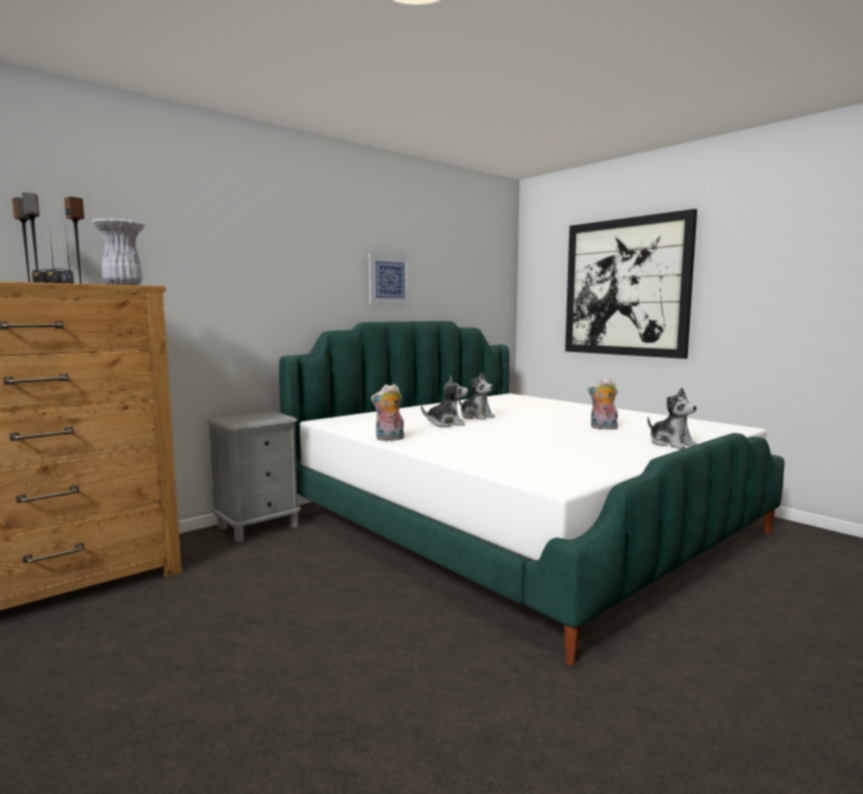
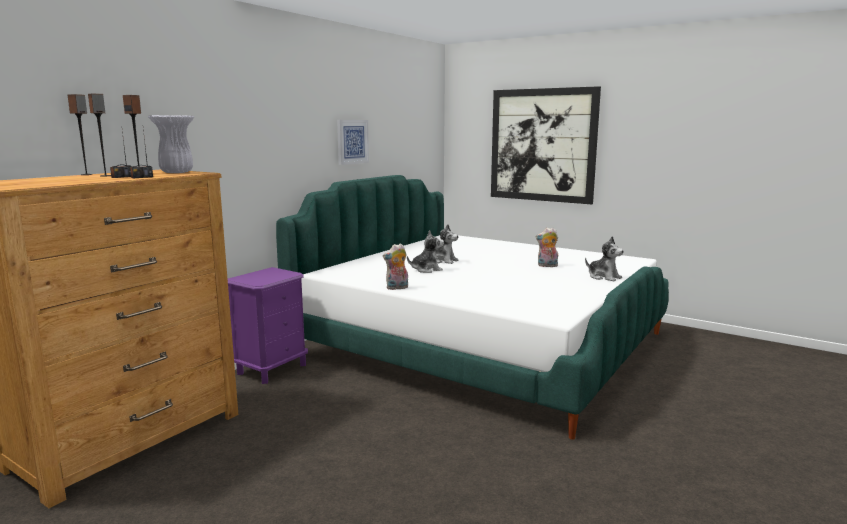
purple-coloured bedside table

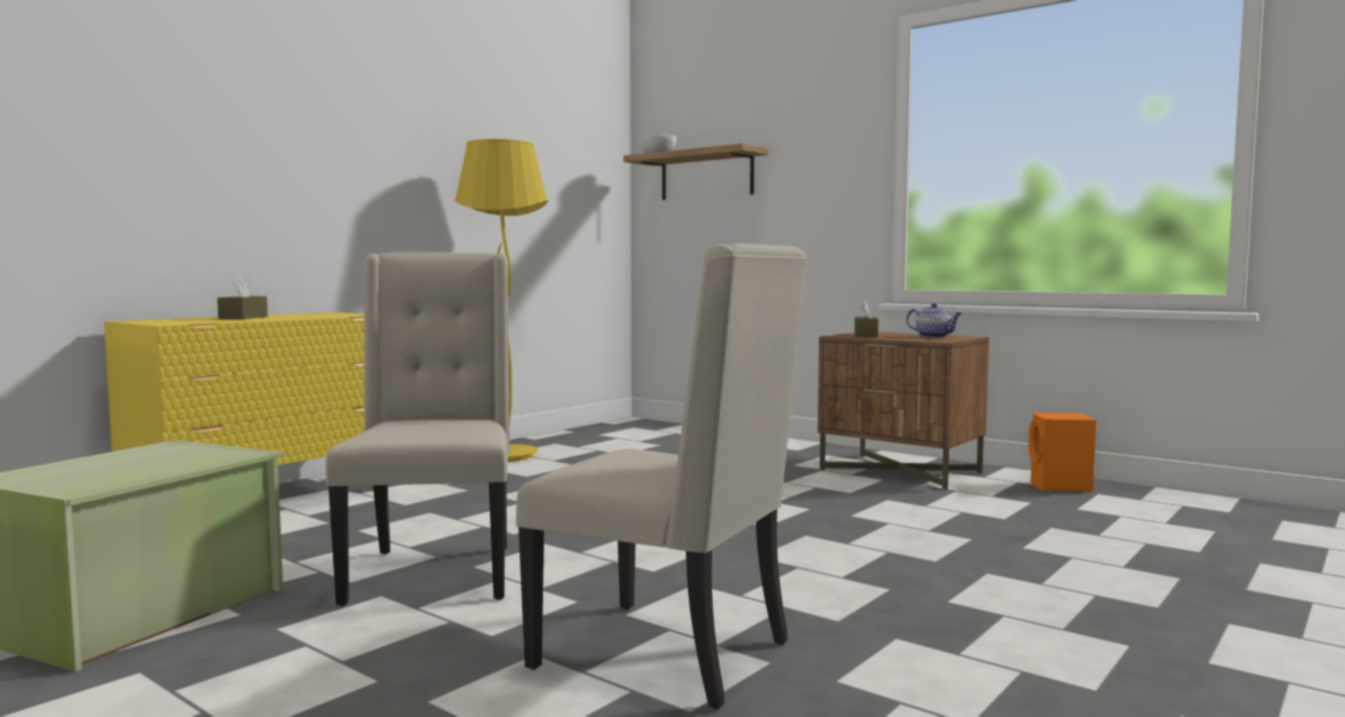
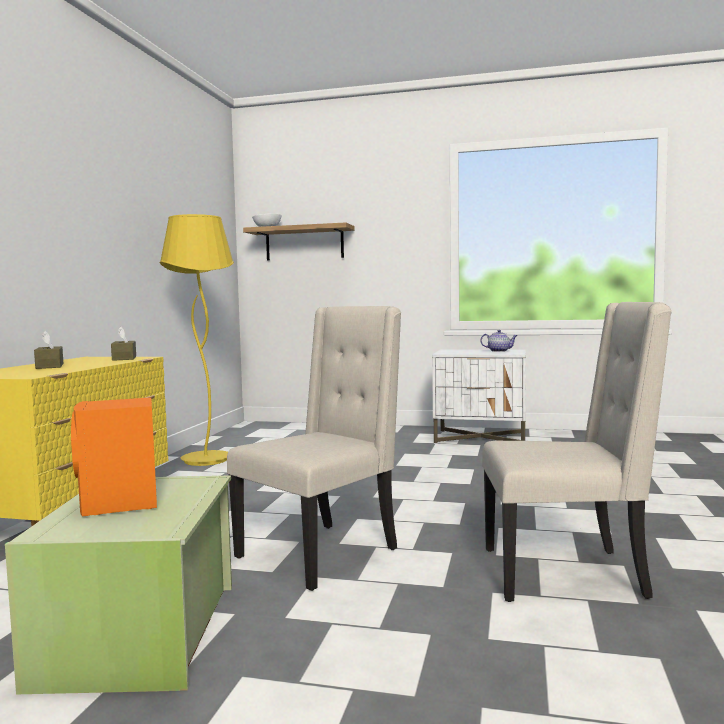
beige-coloured upright chair (1st from left); white-coloured bedside table; brownish box of tissues (2nd from left); orange-coloured loudspeaker

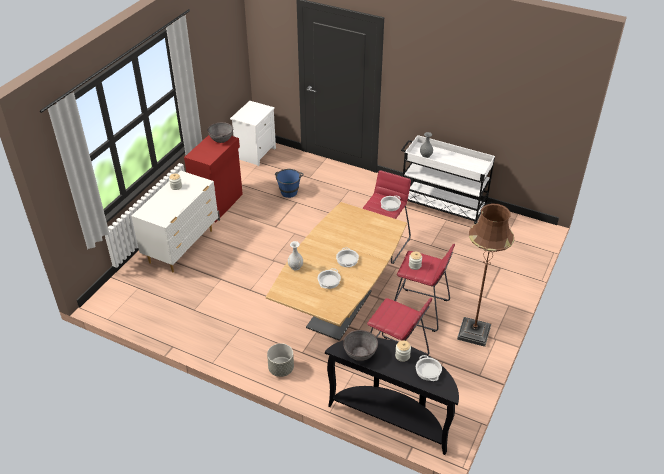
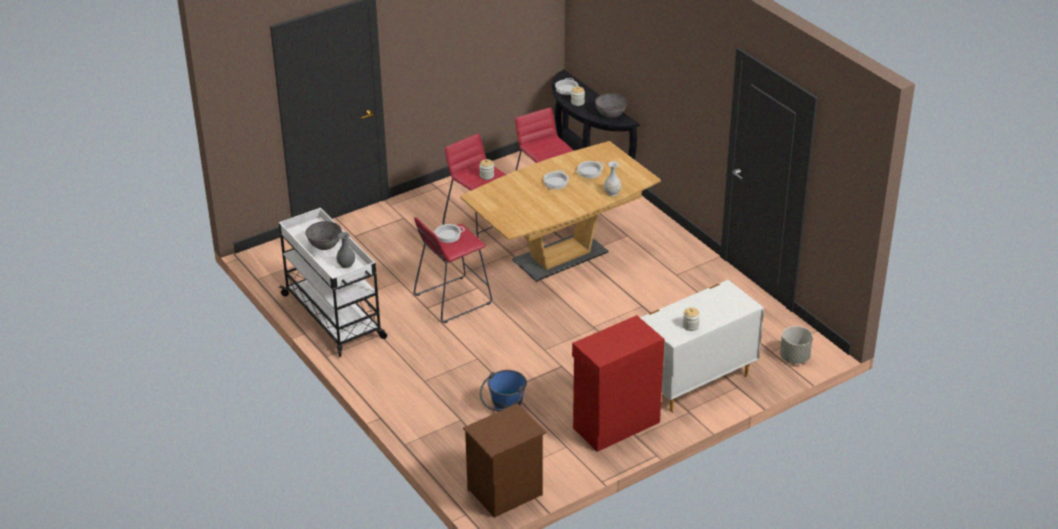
grey serving bowl (1st from left); brownish bedside table; grey flower pot; brownish standing lamp

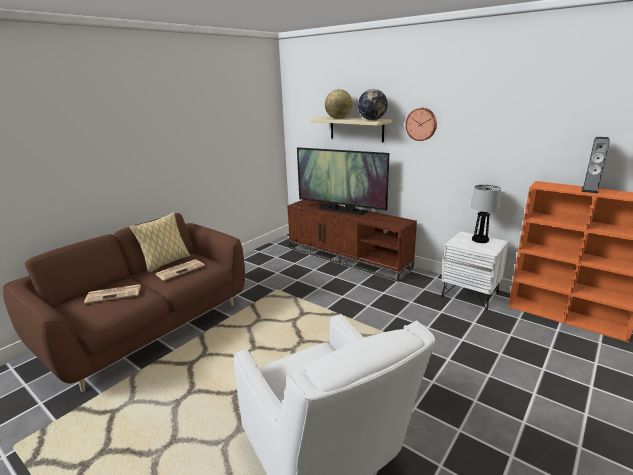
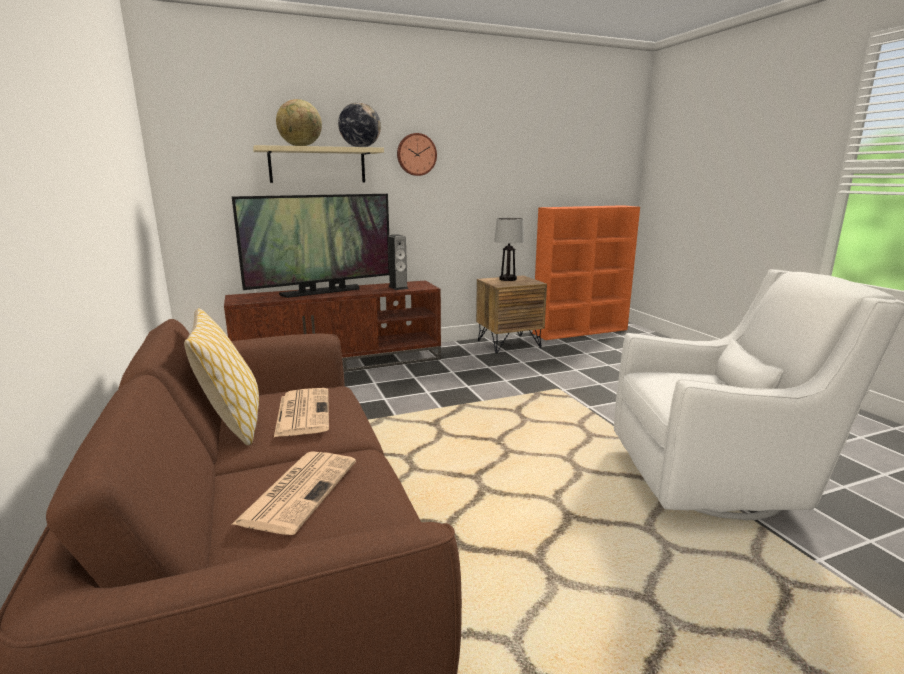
brownish bedside table; loudspeaker

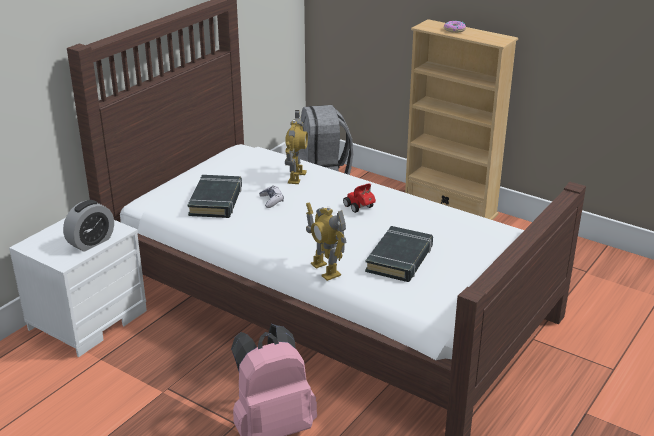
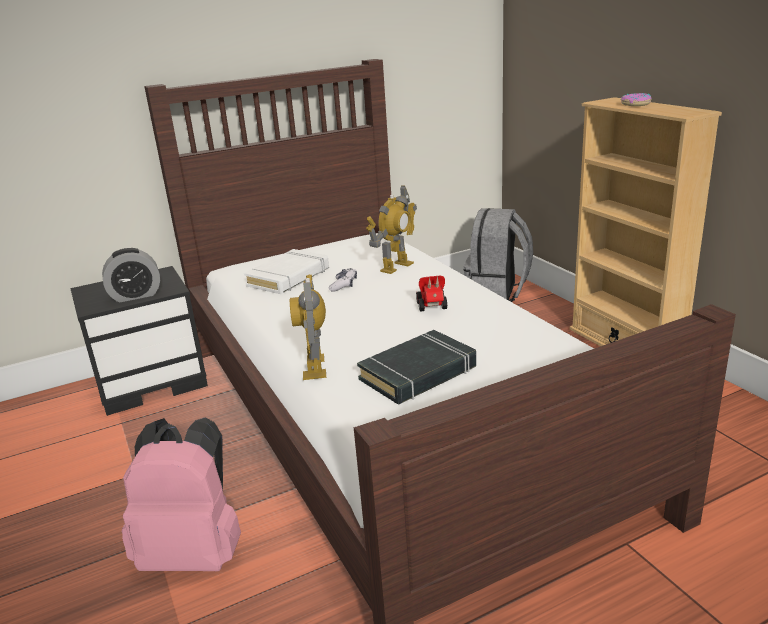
black-coloured bedside table; white-coloured book

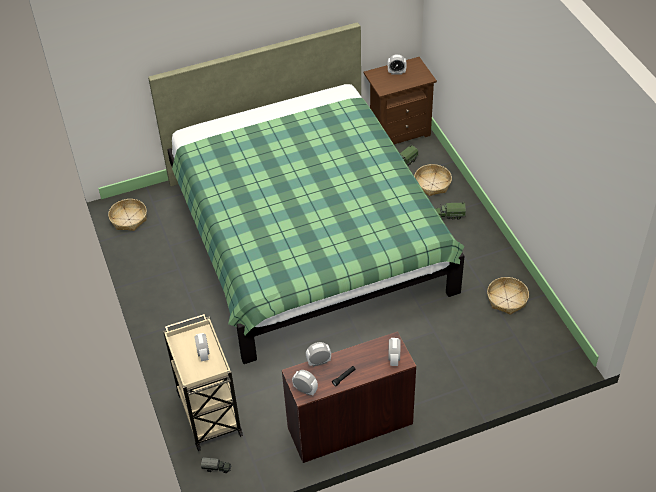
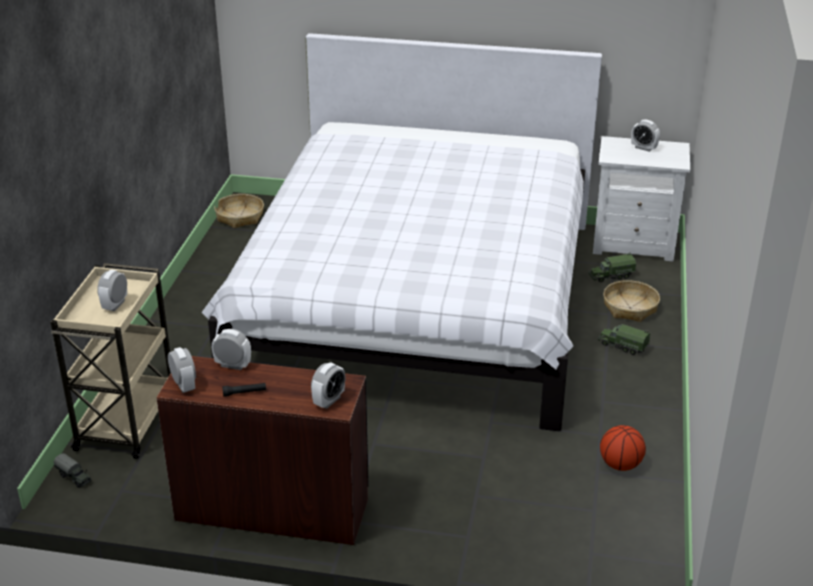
white-coloured sleeping bed; white-coloured bedside table; basketball

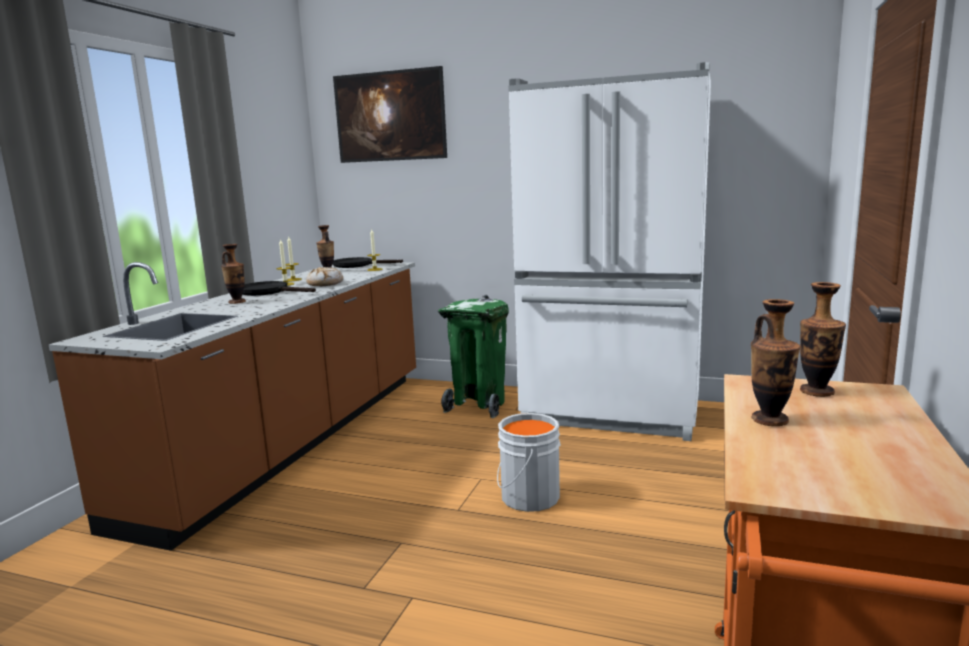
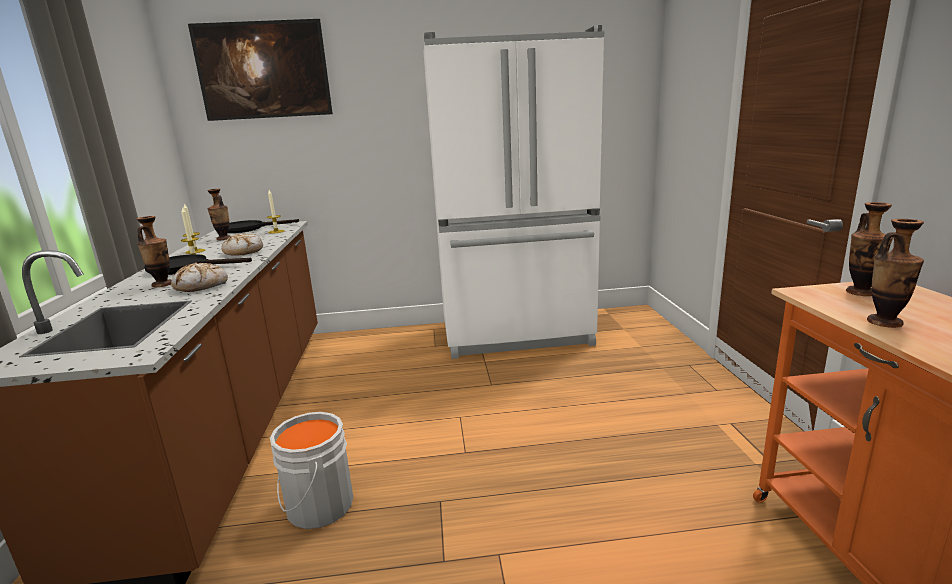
green trash can; grey bucket; bakery bread (1st from left)

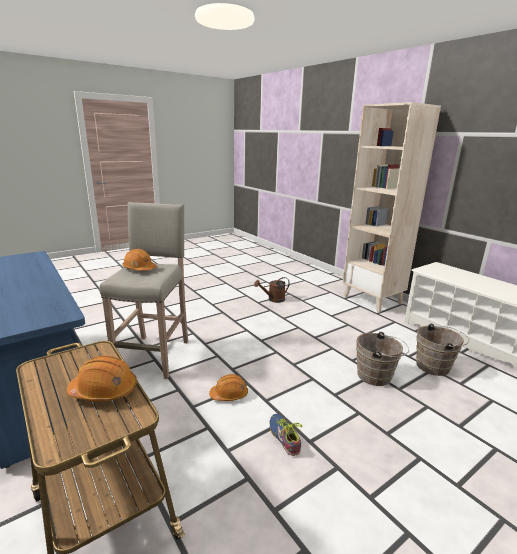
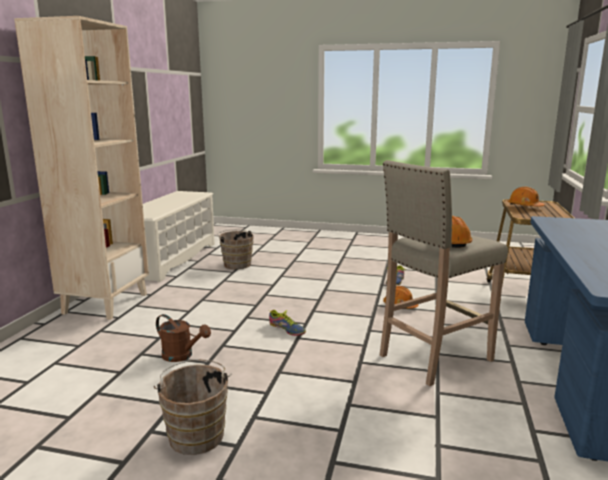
brownish bucket (1st from left); shoe (1st from left)

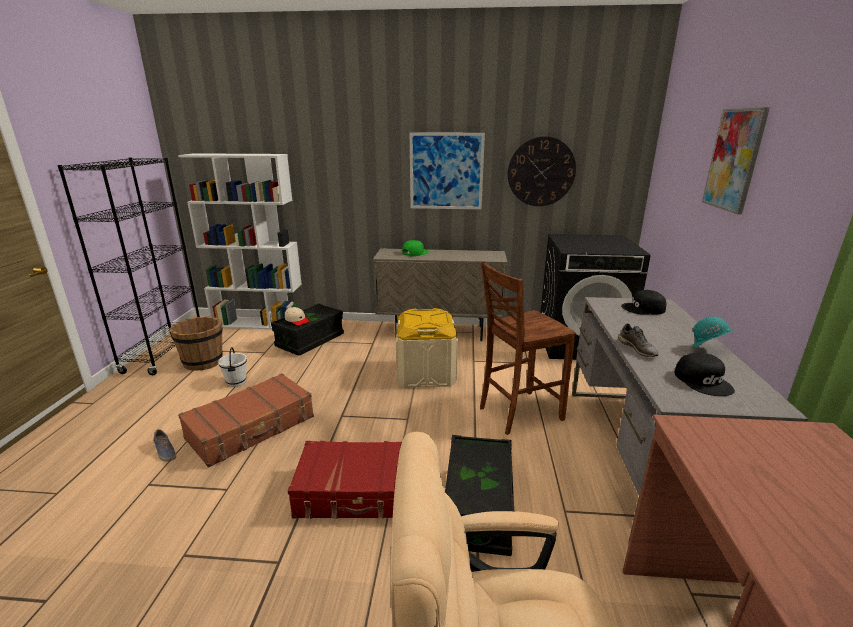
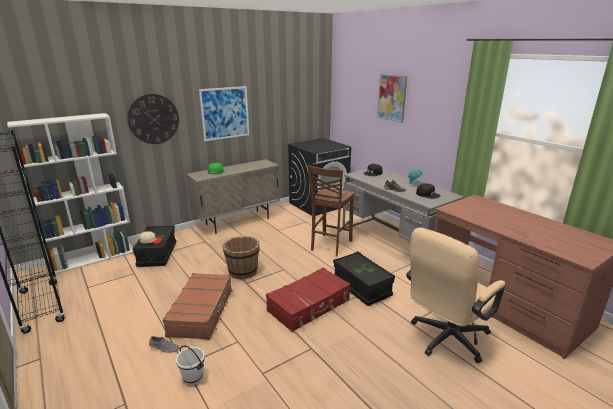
brownish bucket; white-coloured bucket; beige-coloured storage box; wall clock

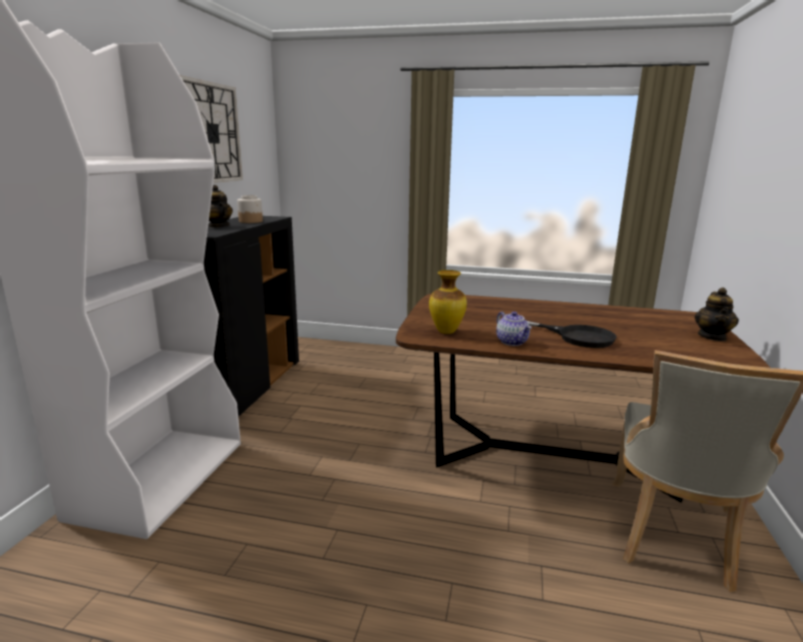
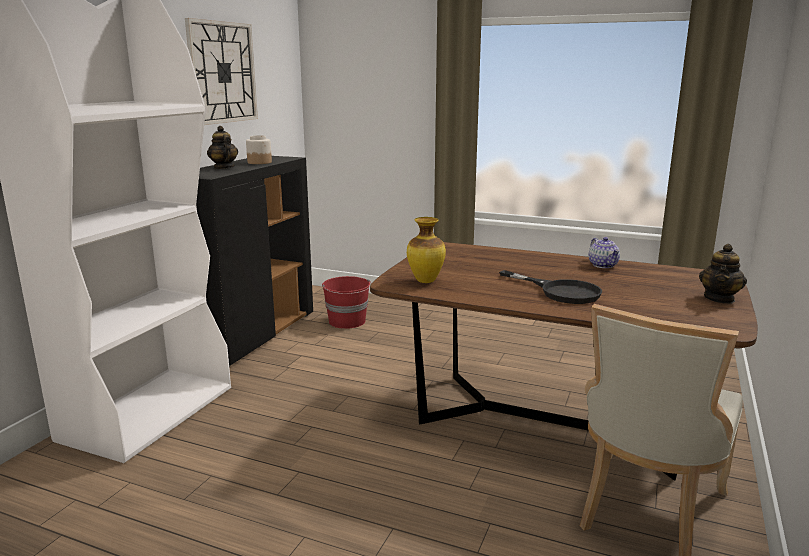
pot for tea (2nd from left); red bucket

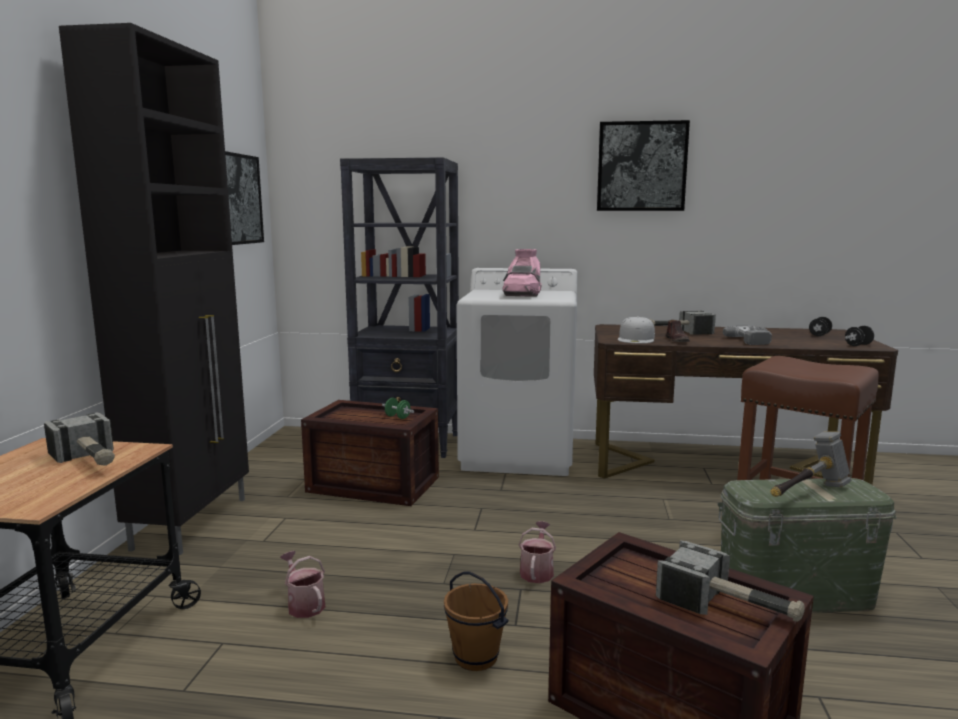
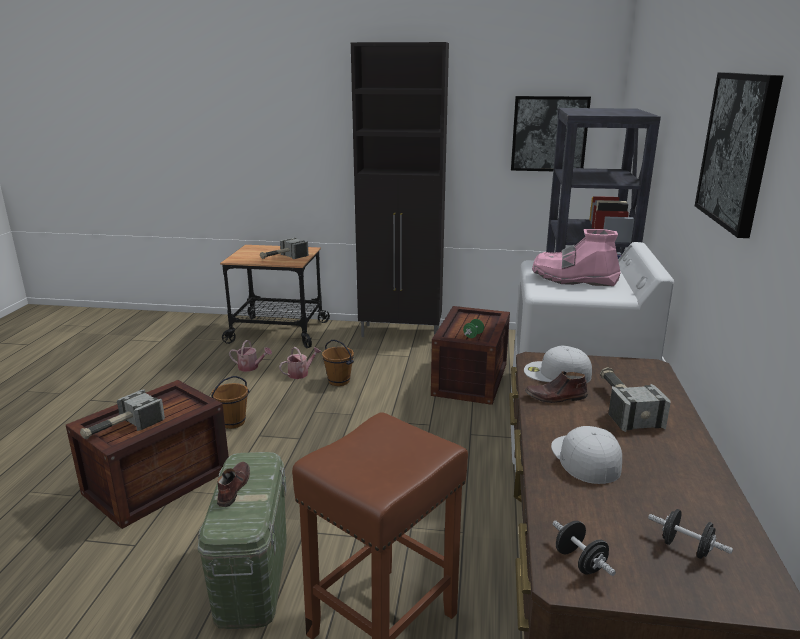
watering pot (1st from left); white-coloured baseball cap (2nd from left); brownish shoe (1st from left); brownish bucket (2nd from left)

